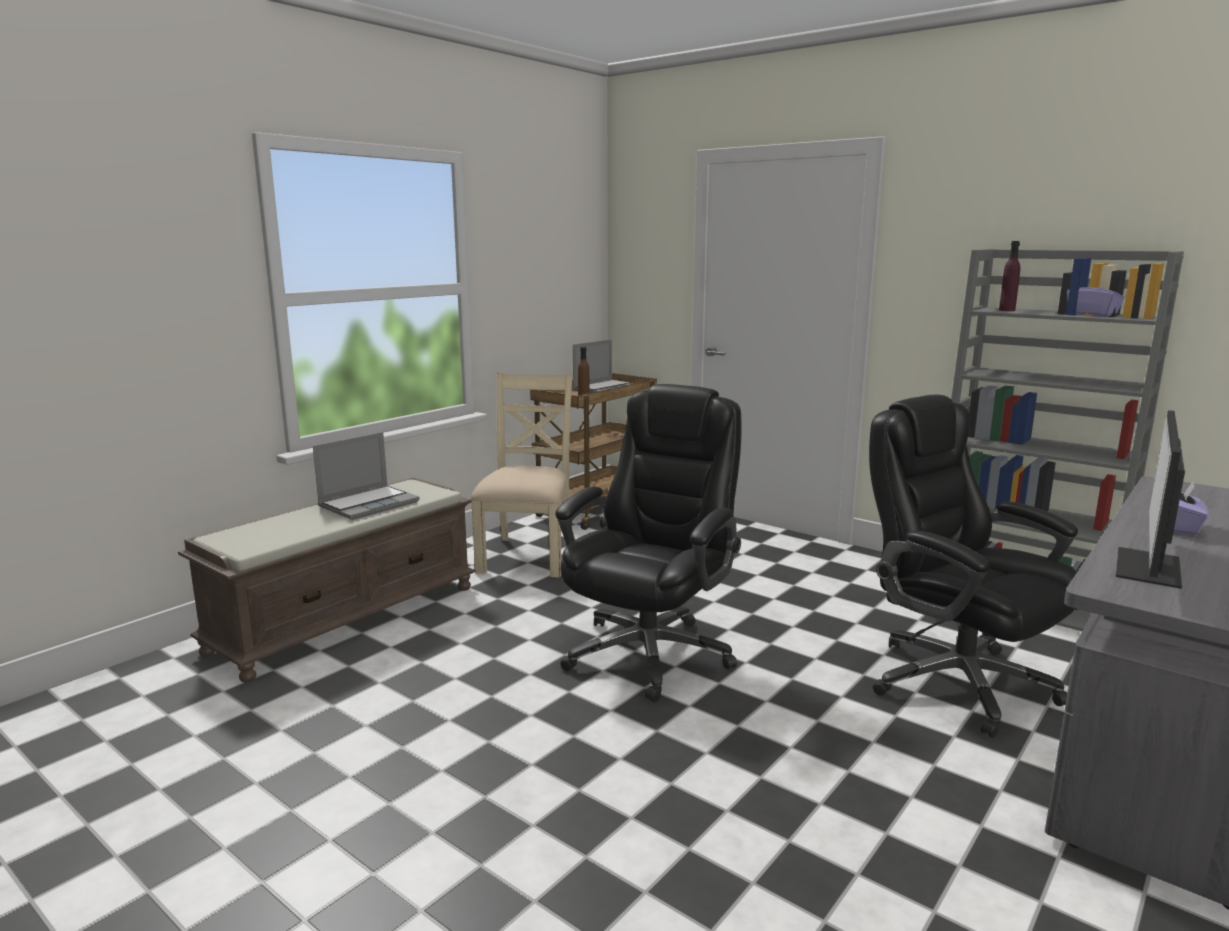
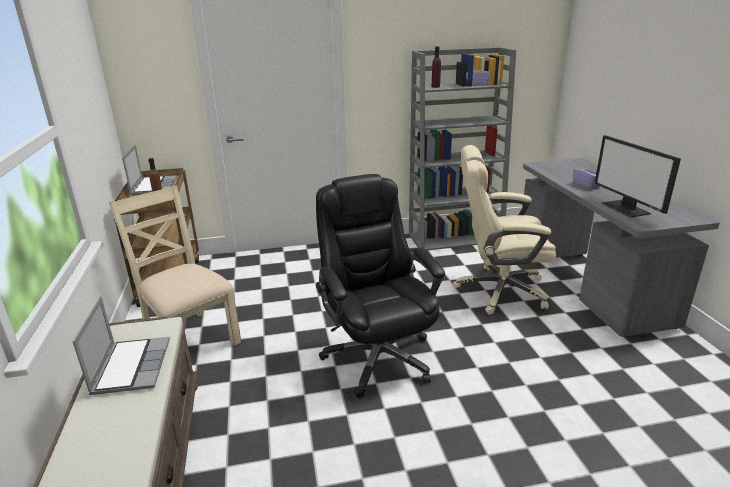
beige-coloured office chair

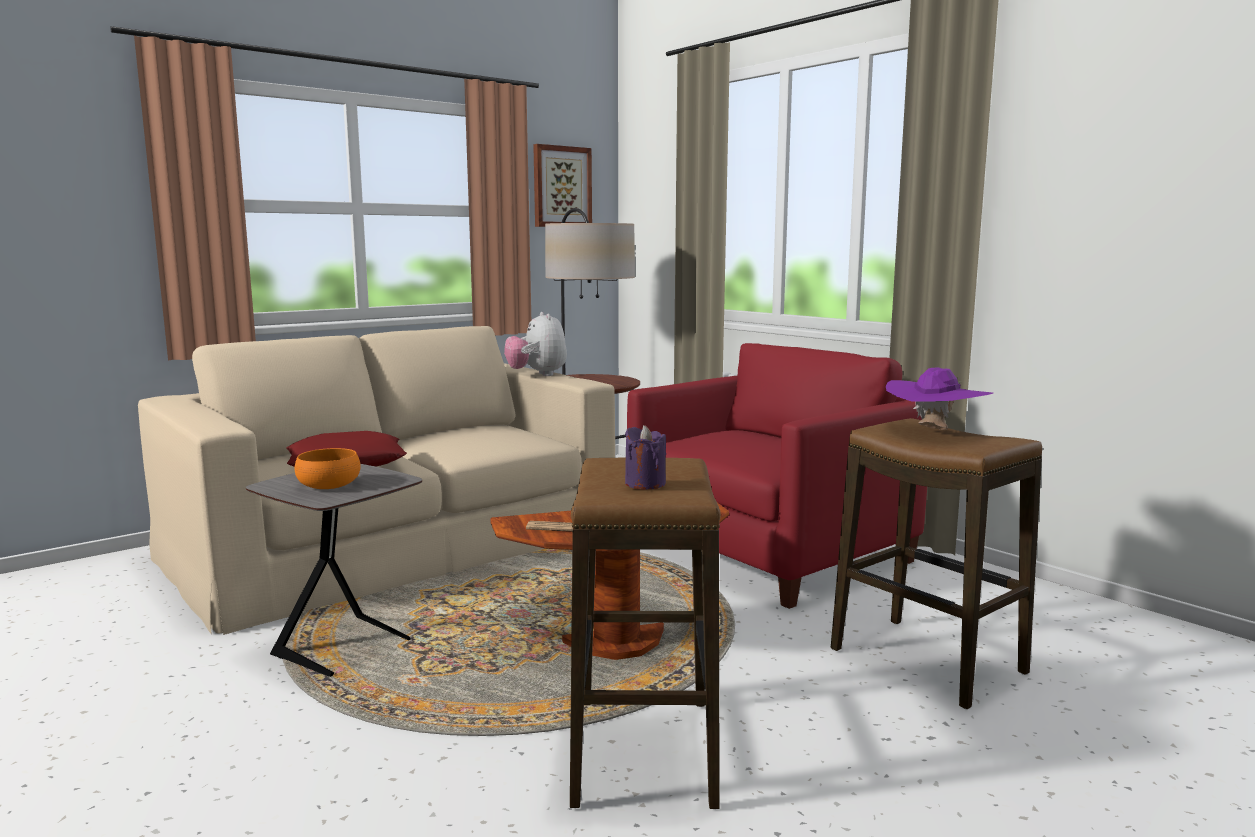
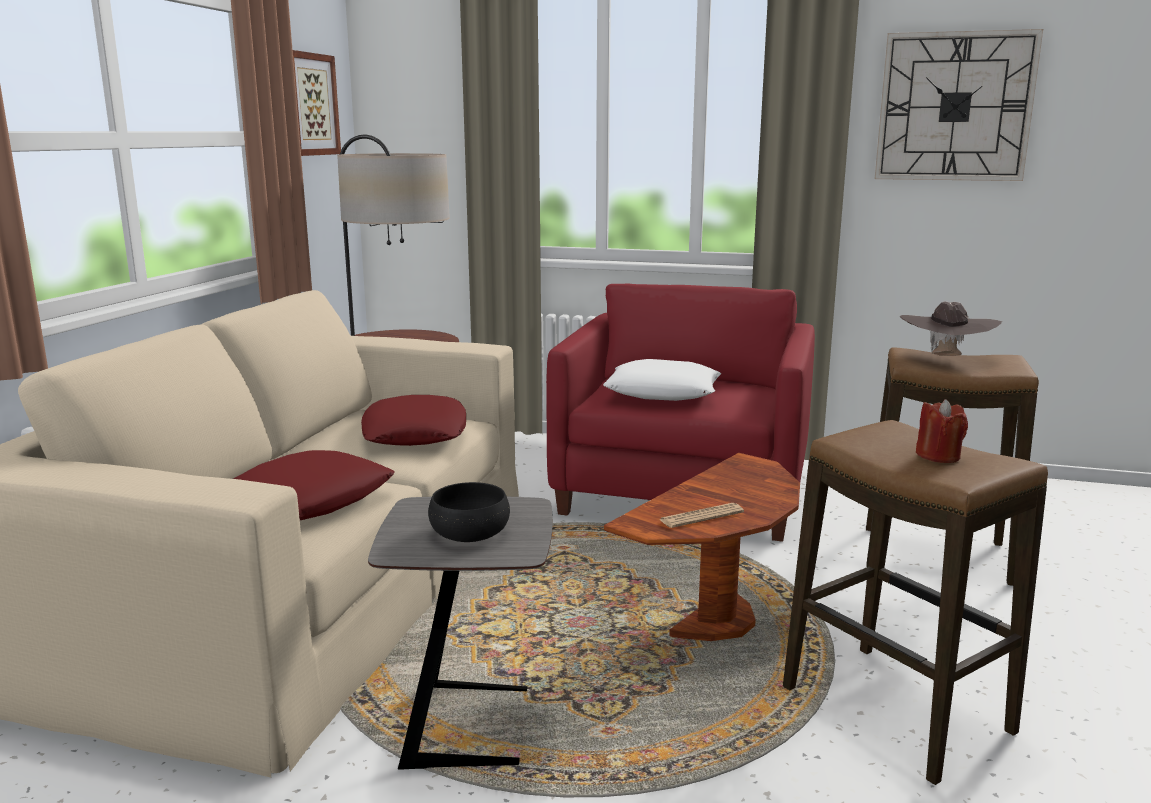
black-coloured serving bowl; cuddly toy; red wax candle; brownish clothing hat; red throw pillow (2nd from left); white-coloured throw pillow; wall clock

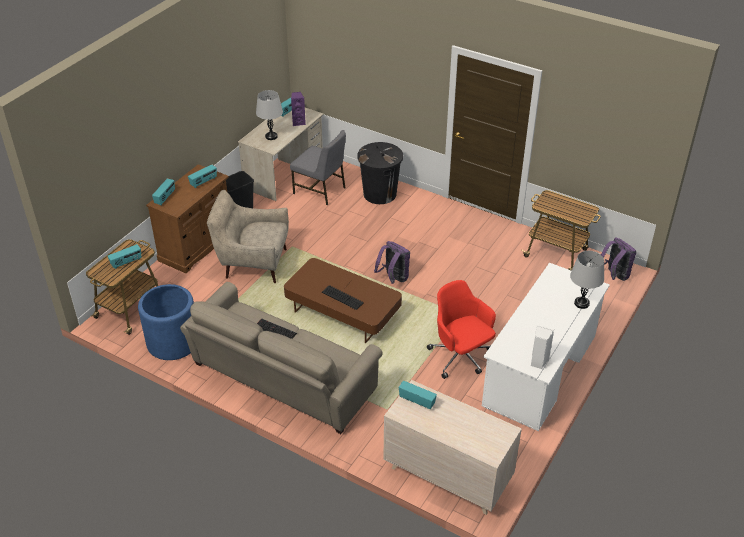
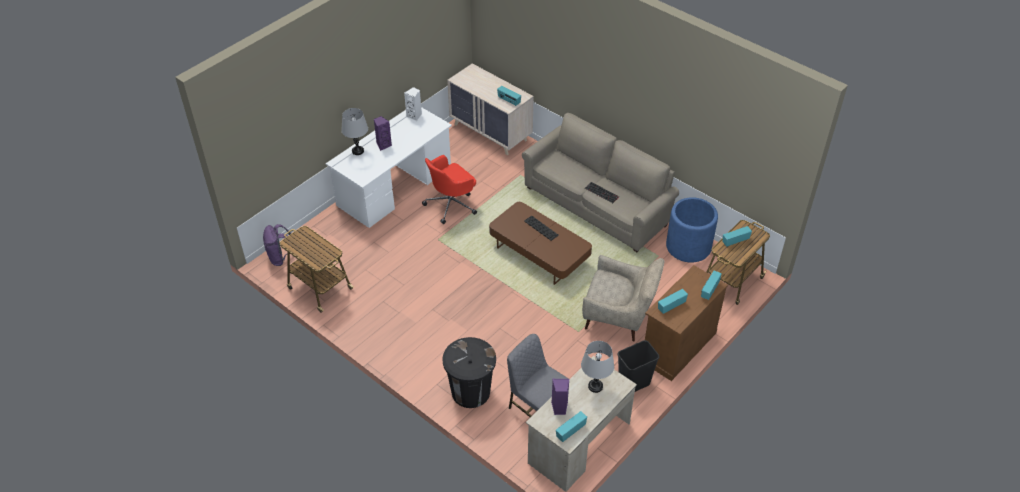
purple-coloured rucksack (1st from left in the first image); red office chair; purple-coloured loudspeaker (1st from left)

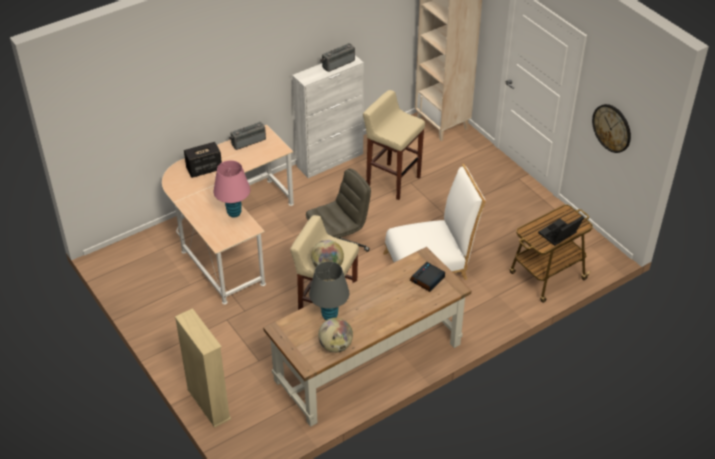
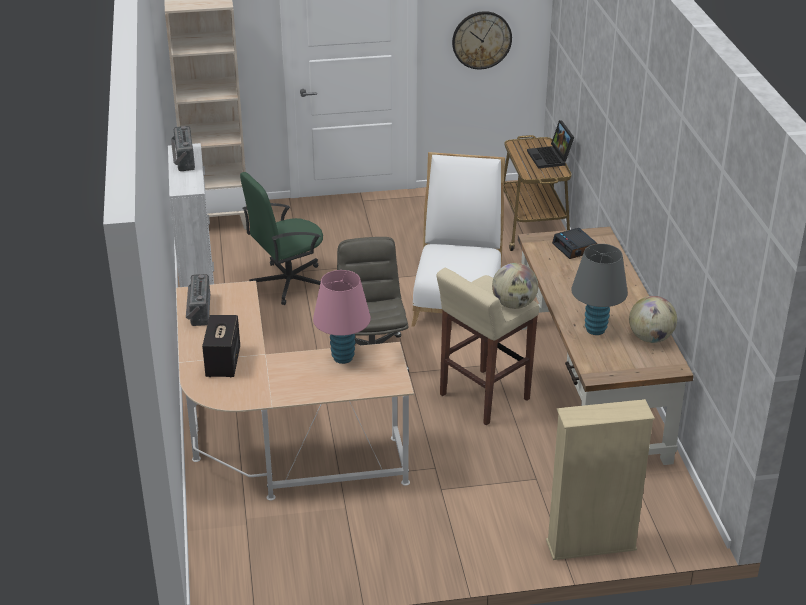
green office chair

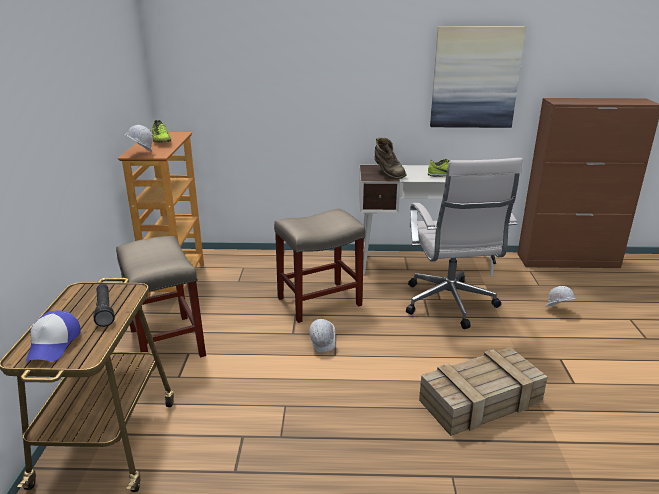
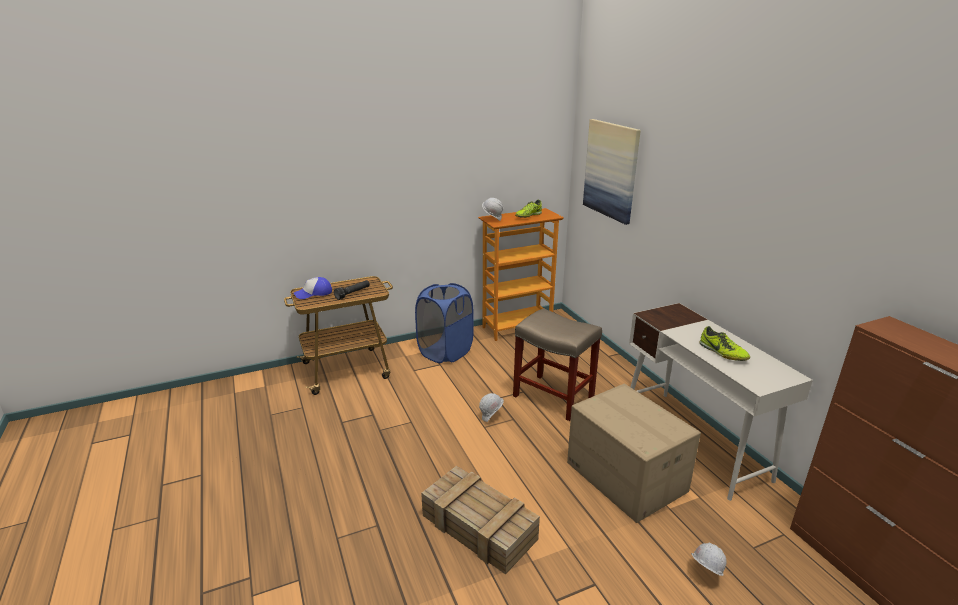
blue laundry basket; brownish high-top boot; cardboard box; picture

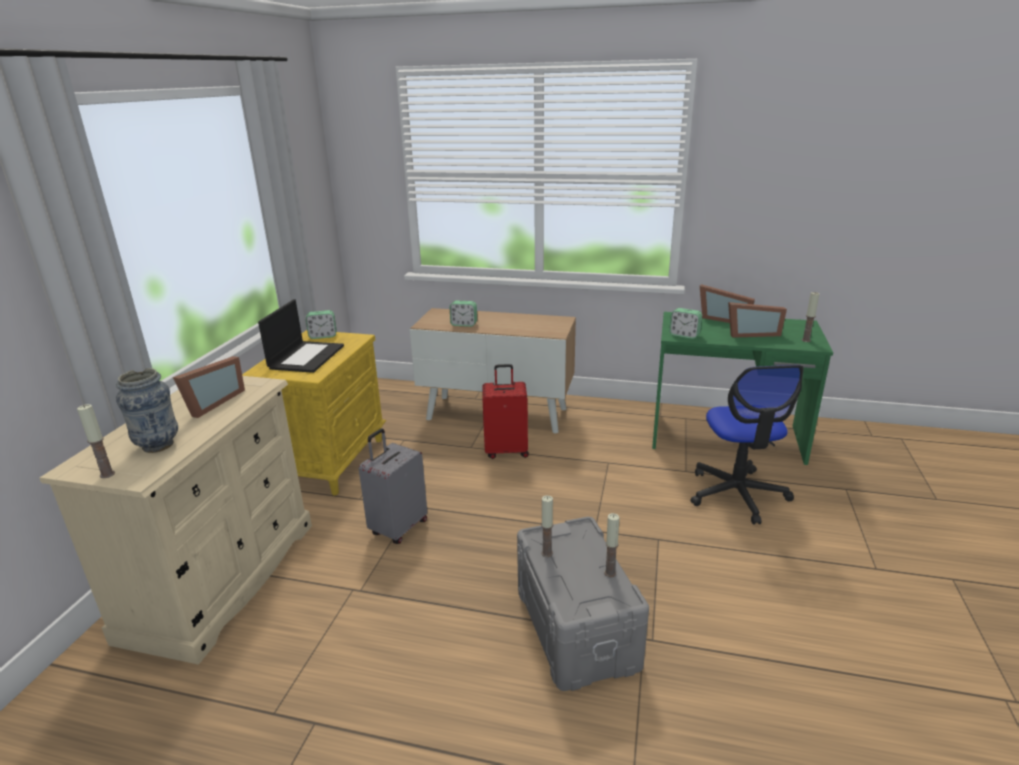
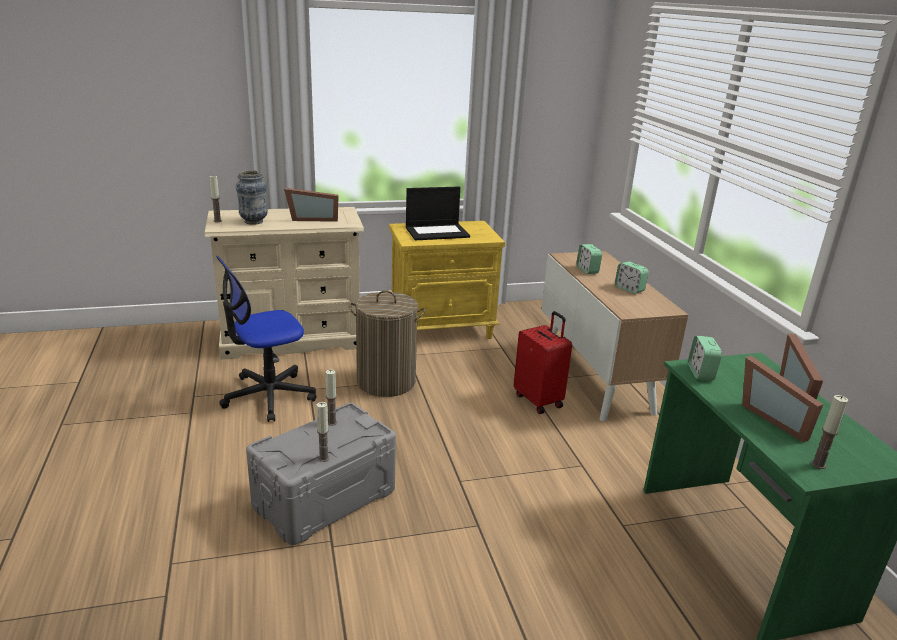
bedside clock (2nd from left); laundry basket; office chair

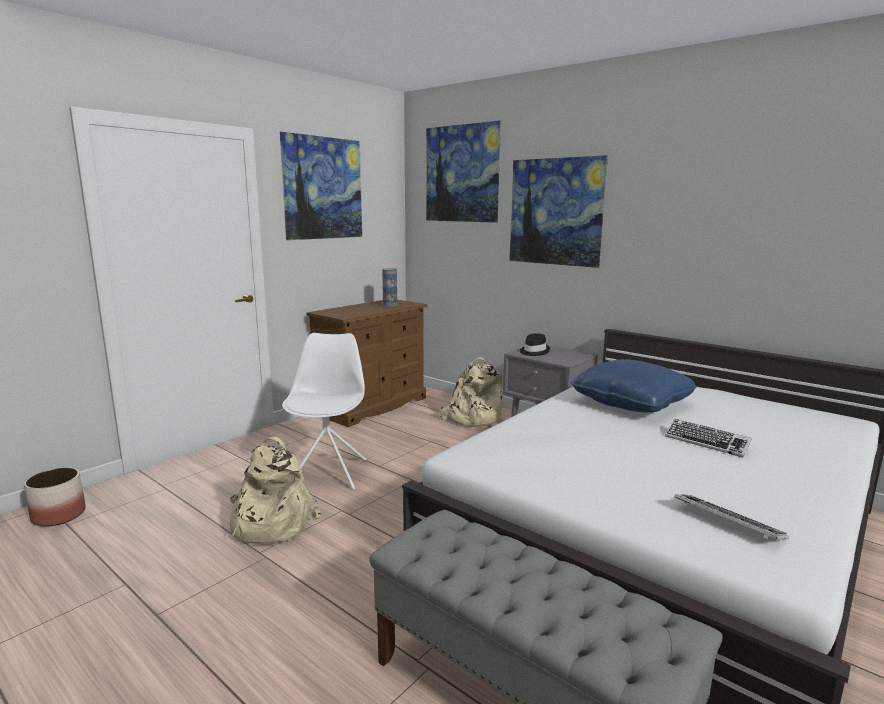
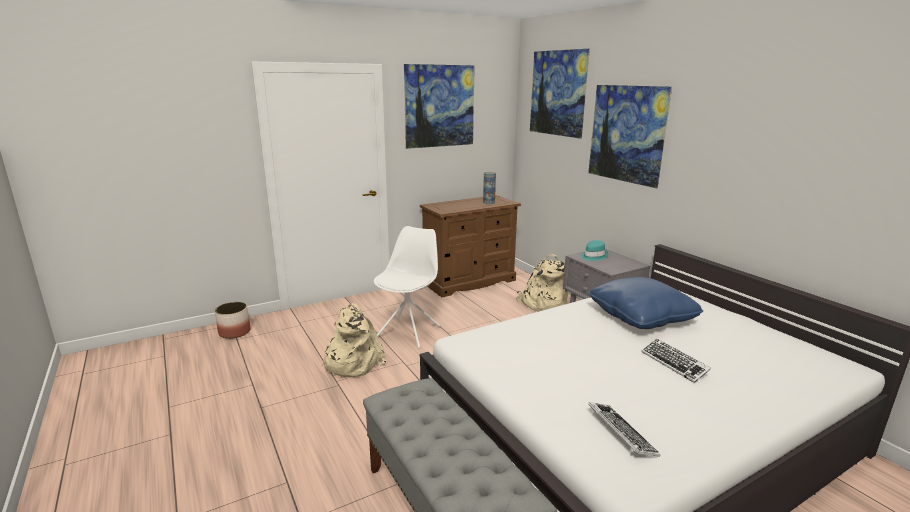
blue-green clothing hat

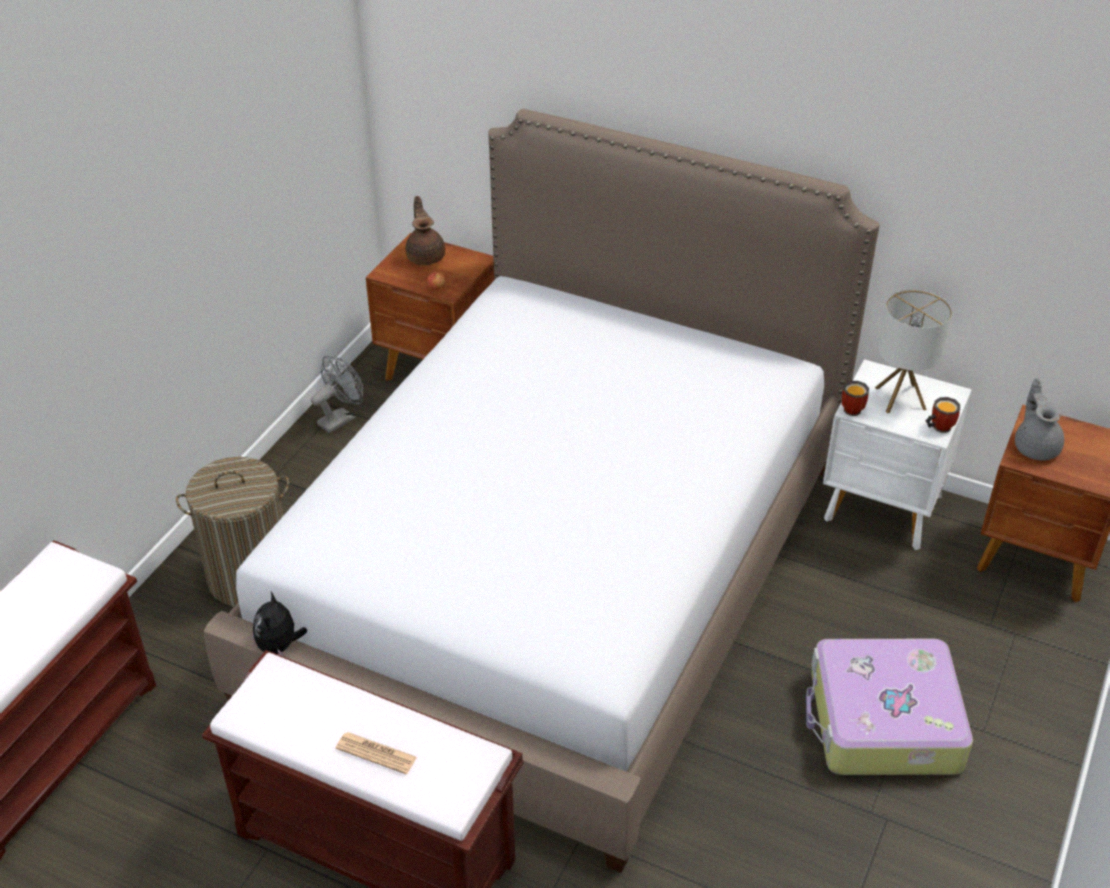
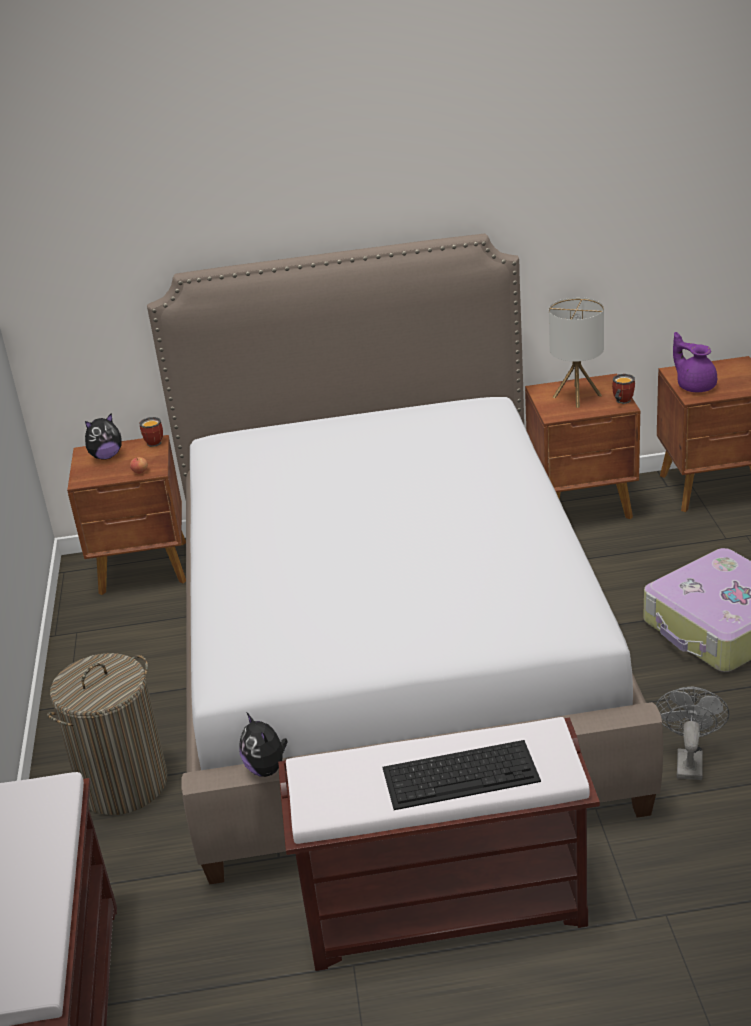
grey fan; PC keyboard; cuddly toy (1st from left); brownish bedside table (2nd from left); coffee mug (1st from left); purple-coloured pot for tea

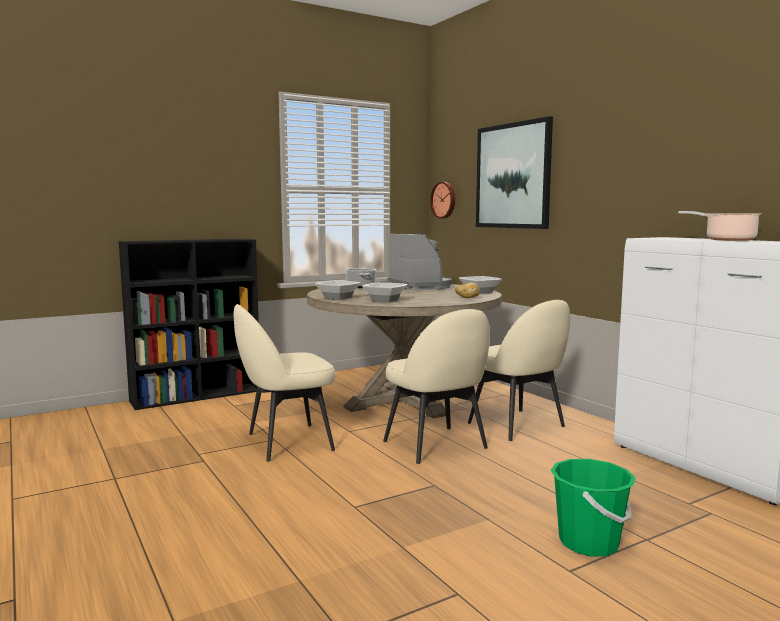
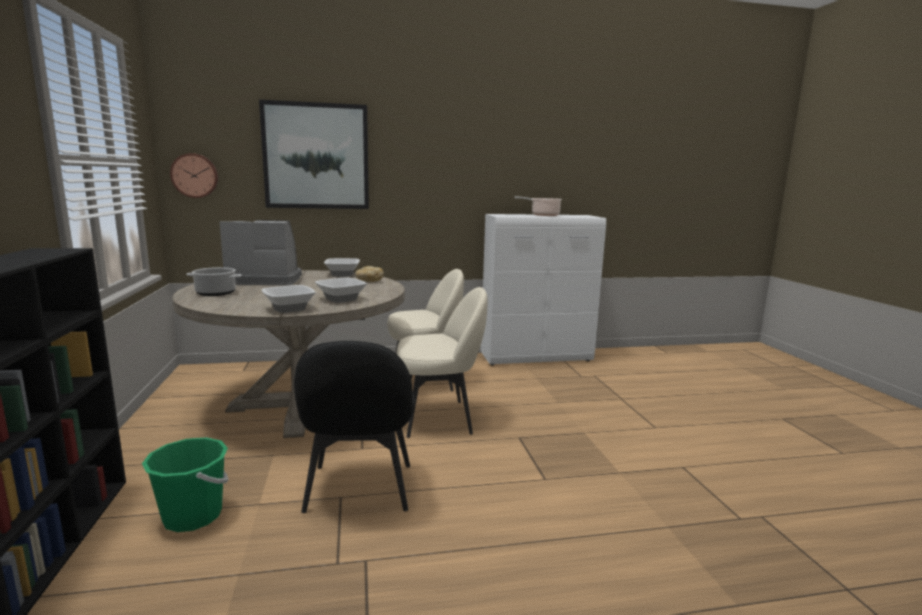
black-coloured upright chair; green bucket

